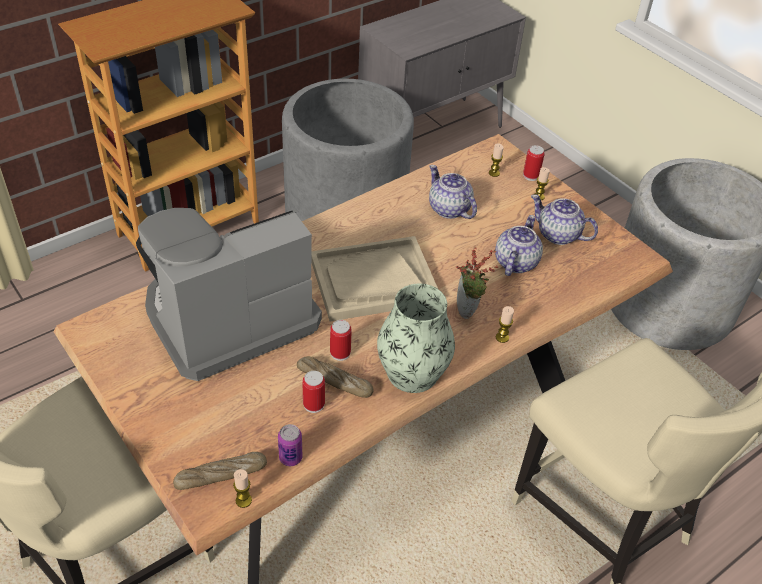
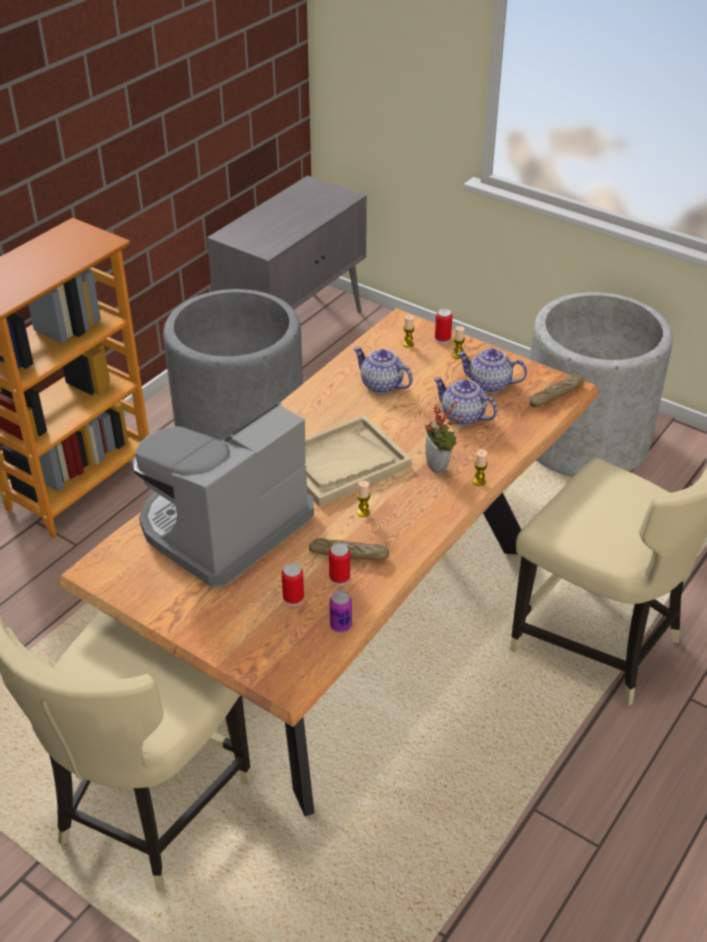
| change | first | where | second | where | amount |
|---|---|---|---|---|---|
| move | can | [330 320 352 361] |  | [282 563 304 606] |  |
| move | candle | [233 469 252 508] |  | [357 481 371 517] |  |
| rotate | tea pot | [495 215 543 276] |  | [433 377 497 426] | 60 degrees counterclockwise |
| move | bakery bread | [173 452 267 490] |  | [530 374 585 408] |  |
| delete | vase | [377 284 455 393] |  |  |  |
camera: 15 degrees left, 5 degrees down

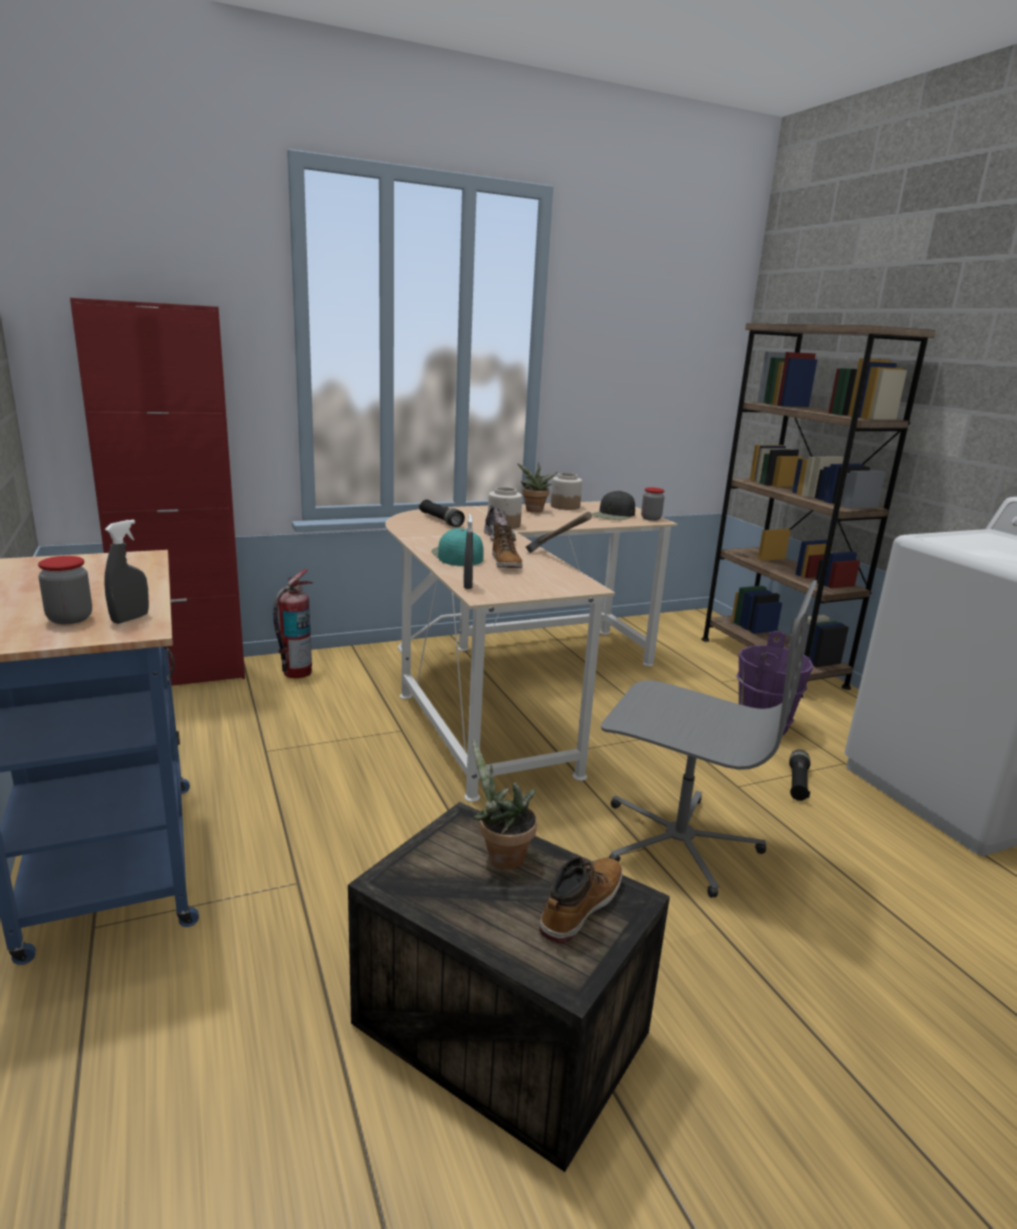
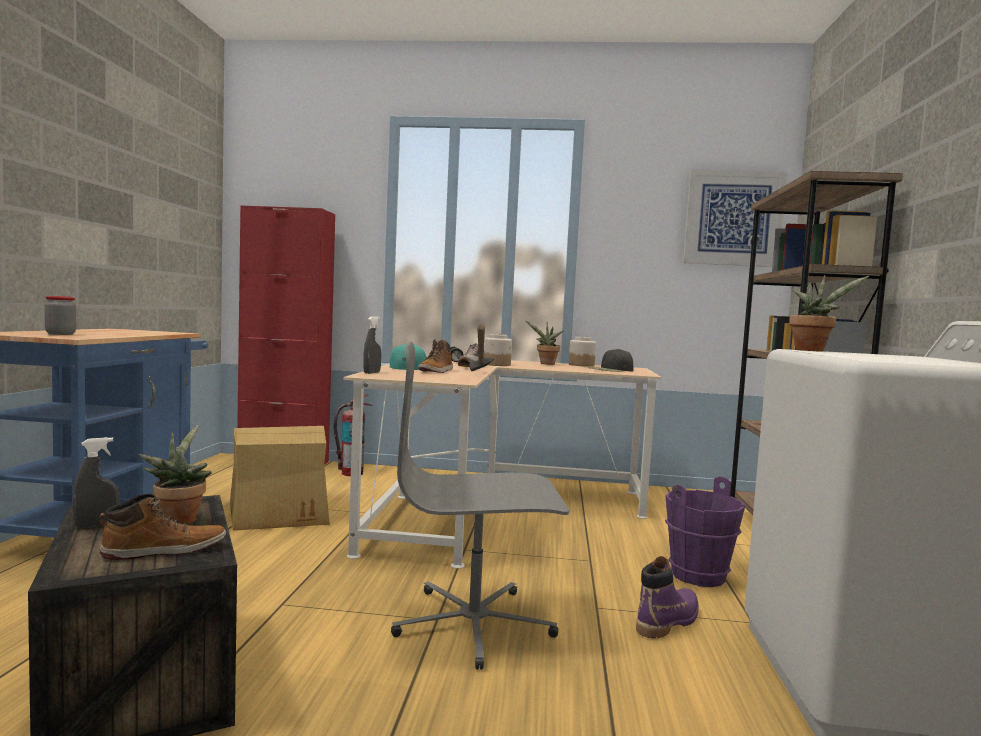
| change | first | where | second | where | amount |
|---|---|---|---|---|---|
| move | greyish sprayer | [104 520 149 624] |  | [72 437 120 529] |  |
| insert |  |  | cardboard box | [230 426 330 531] |  |
| rotate | greyish desk chair | [601 580 817 898] |  | [391 341 569 670] | 120 degrees clockwise |
| replace | blackish flashlight | [789 749 810 801] | purple-coloured high-top boot | [636 556 699 638] |  |
| insert |  |  | wall art | [683 169 787 267] |  |
| insert |  |  | houseplant | [789 275 869 352] |  |
| delete | jar | [641 487 664 521] |  |  |  |
camera: 30 degrees right, 15 degrees down

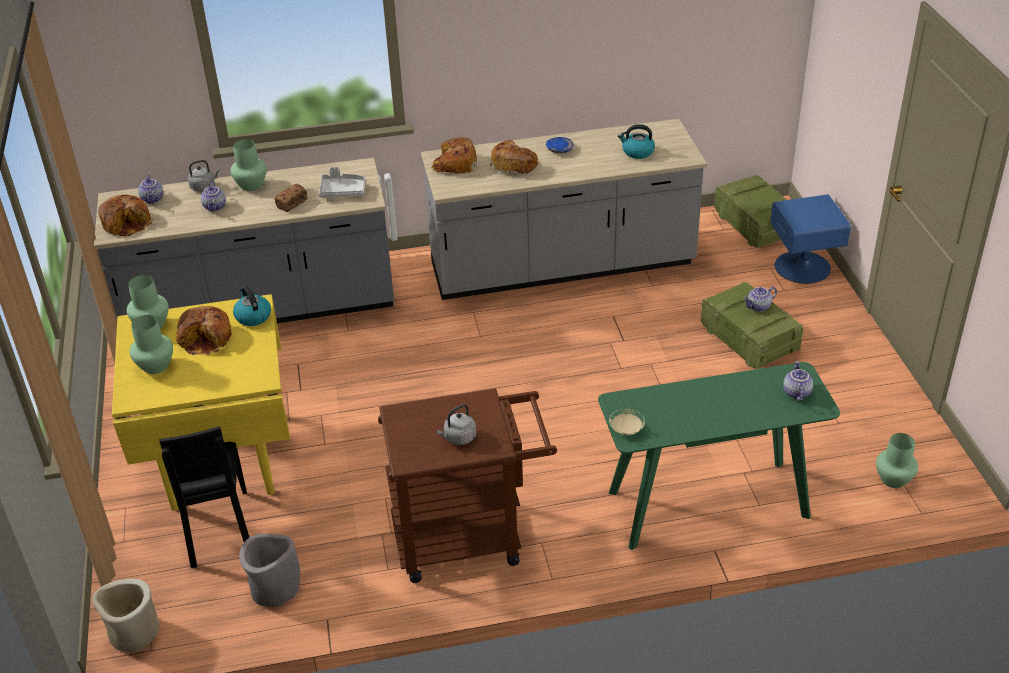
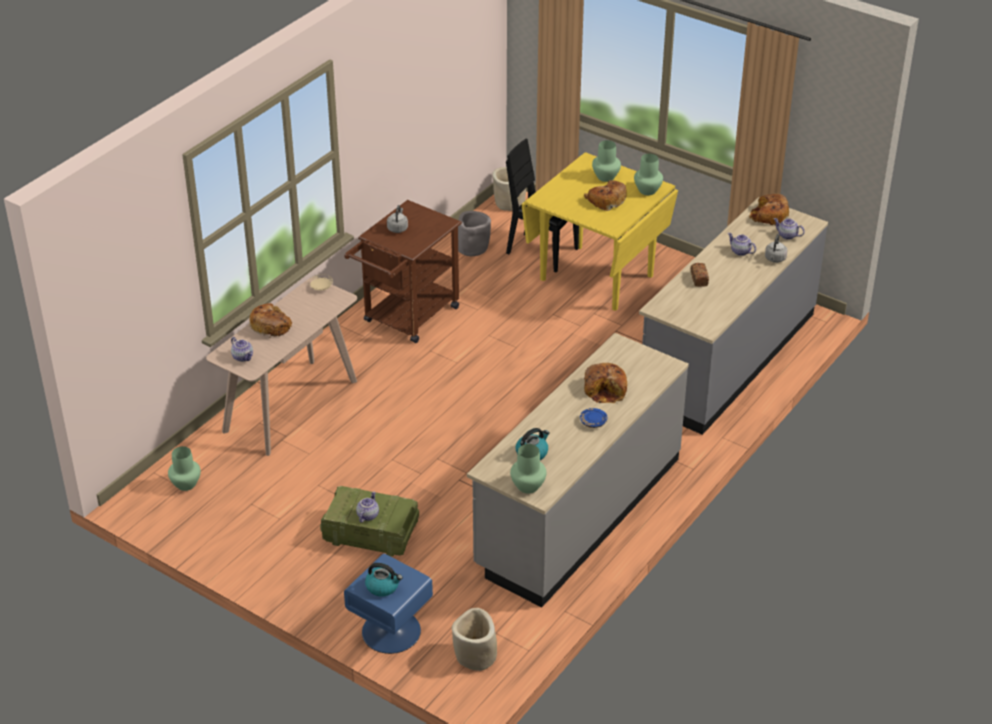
| change | first | where | second | where | amount |
|---|---|---|---|---|---|
| recolor | green console table | [598 362 840 550] | sand-coloured console table | [206 277 357 456] |  |
| move | bakery bread | [431 137 477 174] |  | [249 303 292 337] |  |
| move | tea kettle | [233 286 271 326] |  | [365 563 403 597] |  |
| replace | crate | [714 175 787 248] | sand-coloured planter | [452 608 497 671] |  |
| move | green vase | [230 139 267 191] |  | [510 444 547 494] |  |
| delete | greyish carrying tray | [319 167 366 198] |  |  |  |
camera: 135 degrees right, 0 degrees up

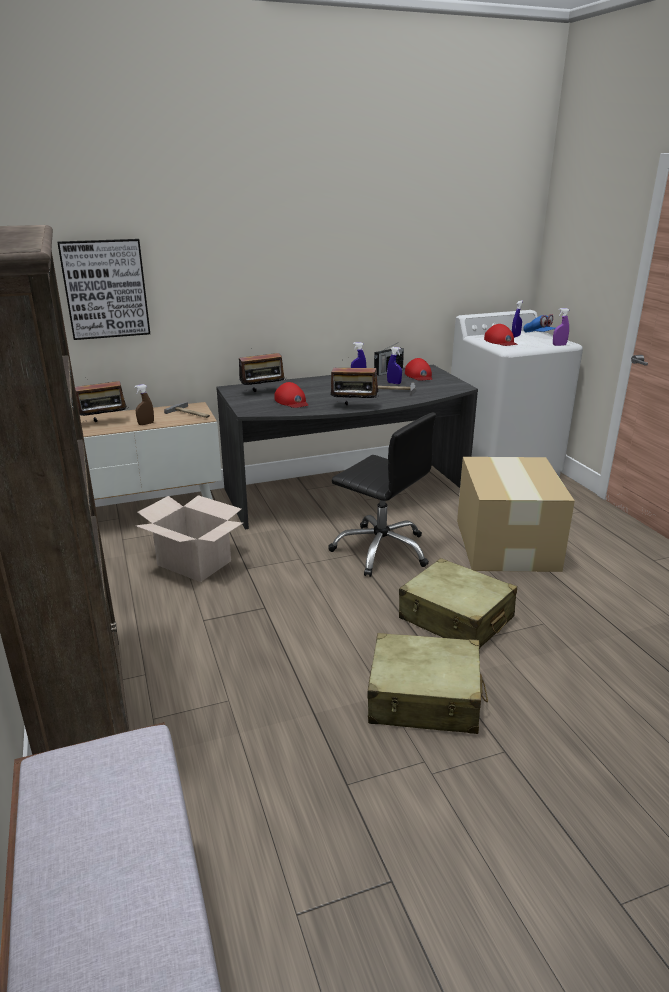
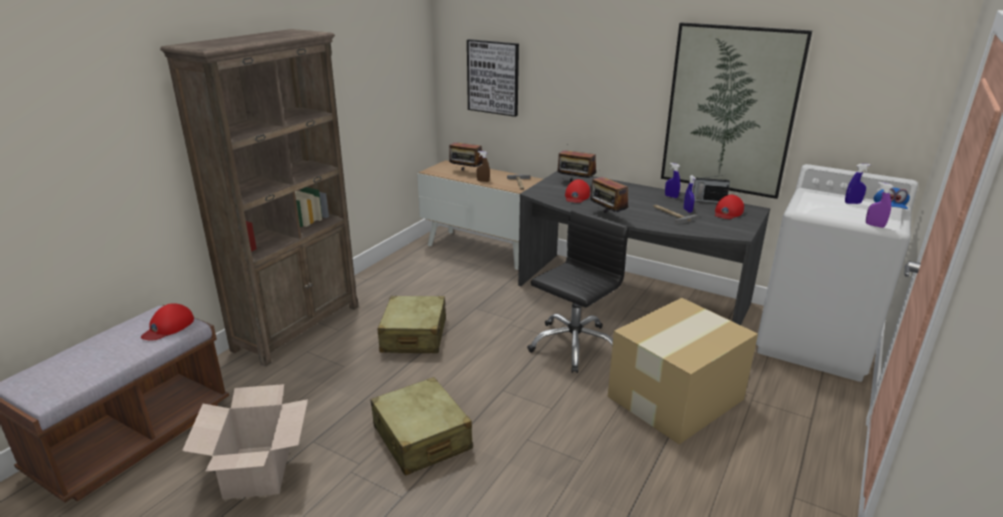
| change | first | where | second | where | amount |
|---|---|---|---|---|---|
| move | red-coloured cap | [484 324 518 346] |  | [141 303 194 341] |  |
| move | cardboard box | [135 495 243 582] |  | [182 384 308 499] |  |
| move | sand-coloured piece of luggage | [399 558 517 647] |  | [377 296 446 353] |  |
| rotate | blackish desk chair | [328 412 436 577] |  | [527 210 629 373] | 135 degrees counterclockwise |
| insert |  |  | wall art | [661 22 812 199] |  |
camera: 50 degrees right, 0 degrees up

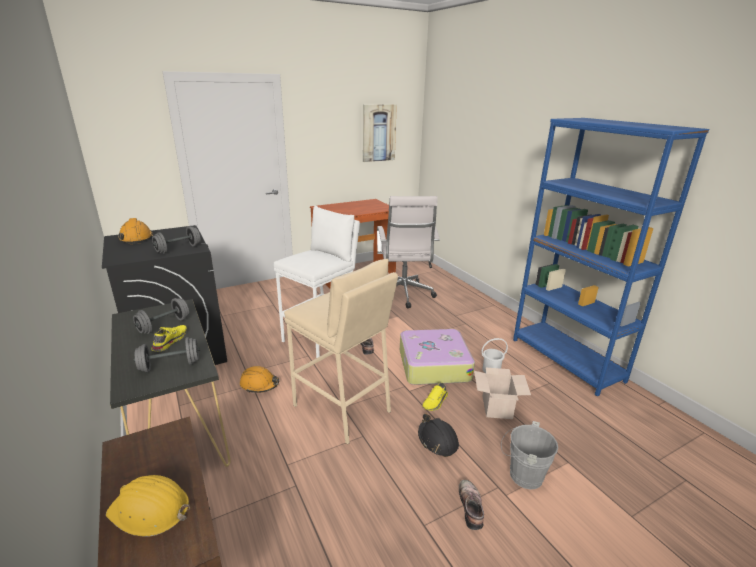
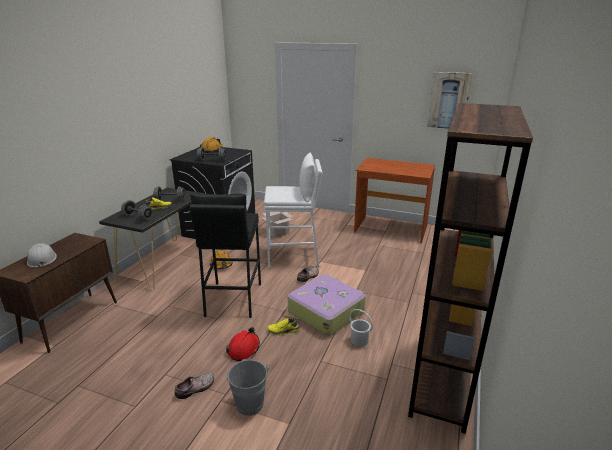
| change | first | where | second | where | amount |
|---|---|---|---|---|---|
| recolor | yellowish safety helmet | [106 475 190 537] | white safety helmet | [27 243 57 268] |  |
| recolor | sand-coloured stool | [284 259 398 445] | blackish stool | [190 193 261 318] |  |
| recolor | blackish safety helmet | [418 414 459 457] | red-coloured safety helmet | [226 327 260 361] |  |
| move | cardboard box | [474 368 531 419] |  | [262 212 293 238] |  |
| recolor | blue-coloured bookcase | [513 118 709 396] | brown bookcase | [408 103 533 434] |  |
| delete | white desk chair | [377 196 440 308] |  |  |  |
camera: 50 degrees right, 0 degrees up

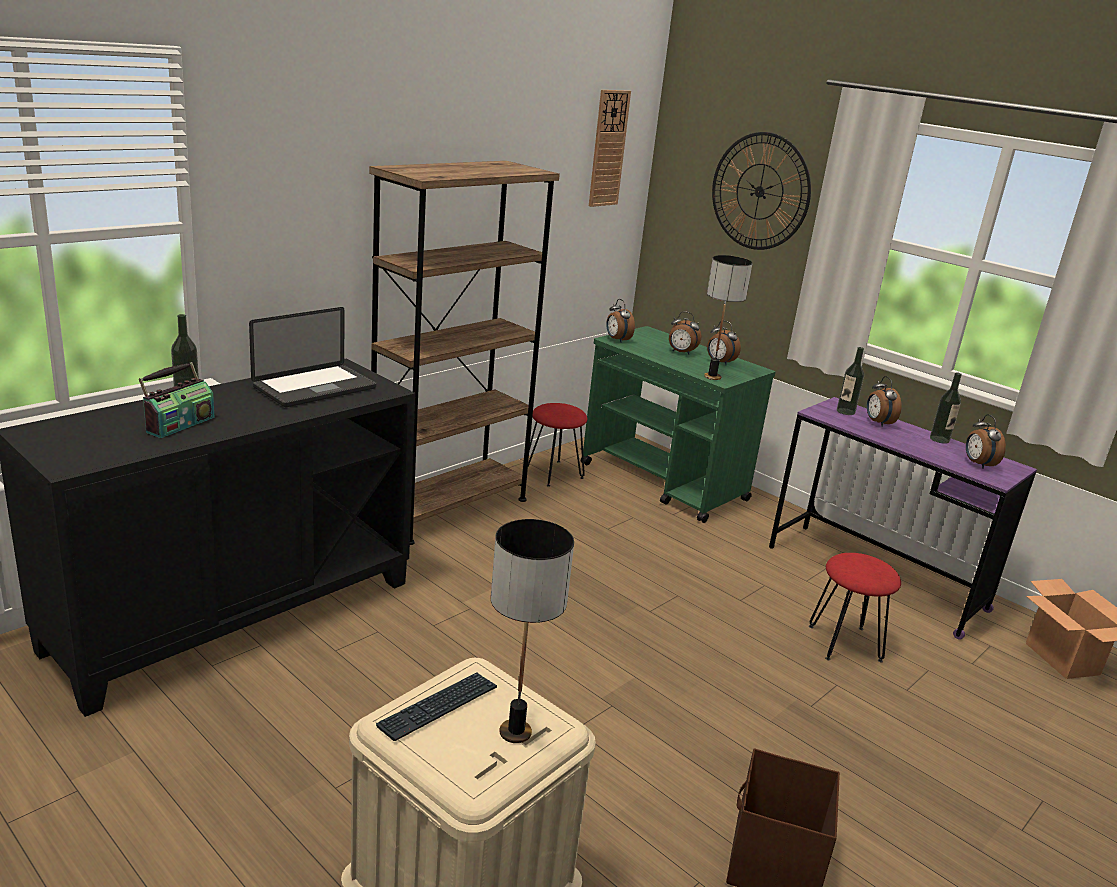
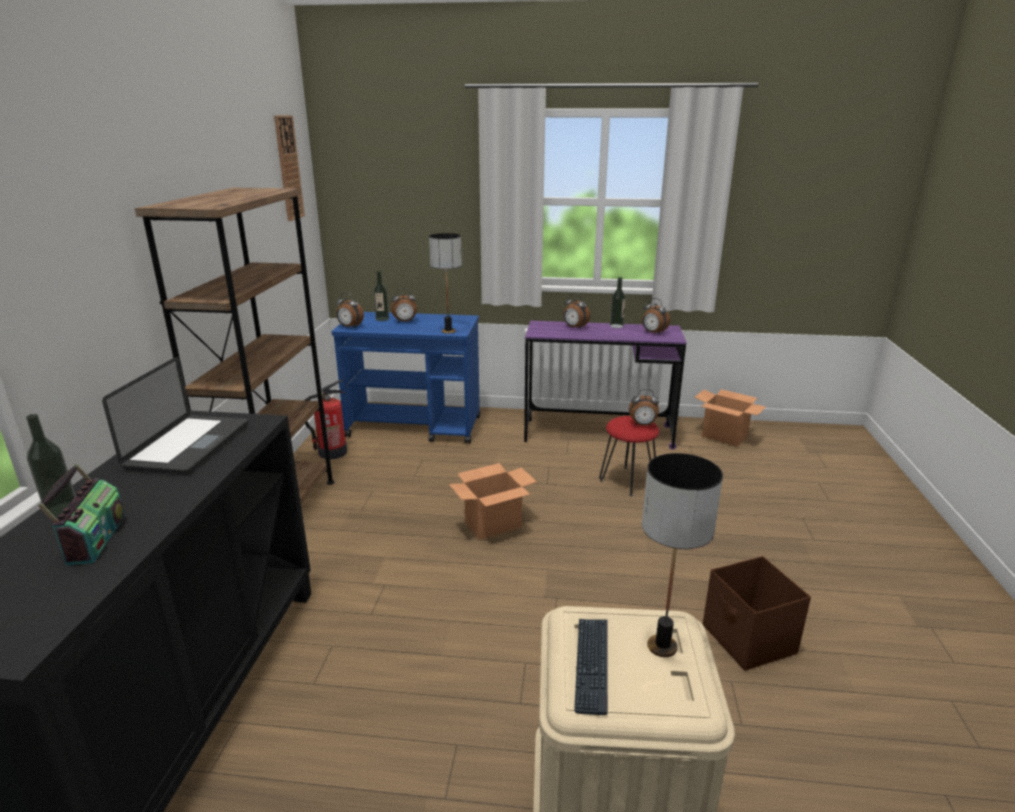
| change | first | where | second | where | amount |
|---|---|---|---|---|---|
| replace | red-coloured stool | [528 403 587 487] | extinguisher | [304 379 347 459] |  |
| recolor | green trolley | [581 326 776 523] | blue-coloured trolley | [332 312 480 444] |  |
| move | bottle | [837 347 864 415] |  | [374 271 389 321] |  |
| insert |  |  | cardboard box | [449 463 537 540] |  |
| move | bedside clock | [707 320 741 365] |  | [629 389 659 426] |  |
| delete | clock on the wall | [712 132 811 250] |  |  |  |
camera: 35 degrees left, 0 degrees up

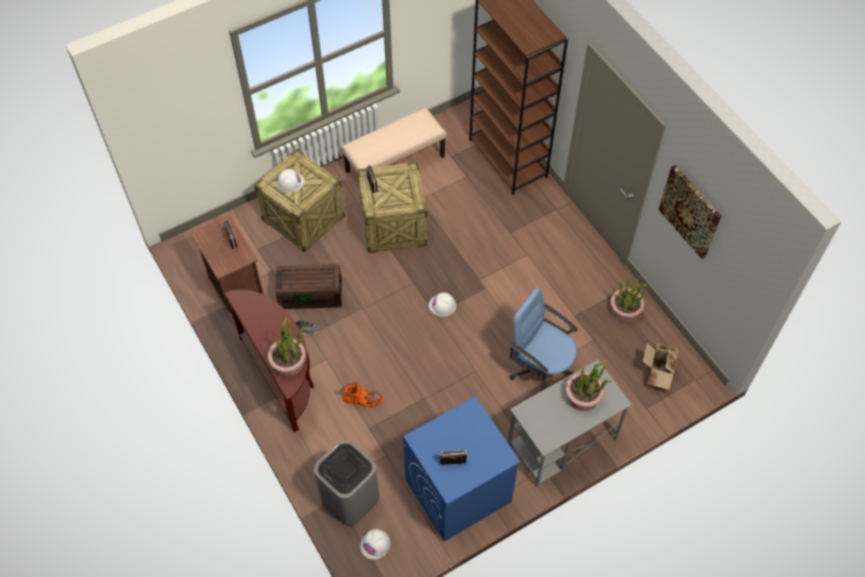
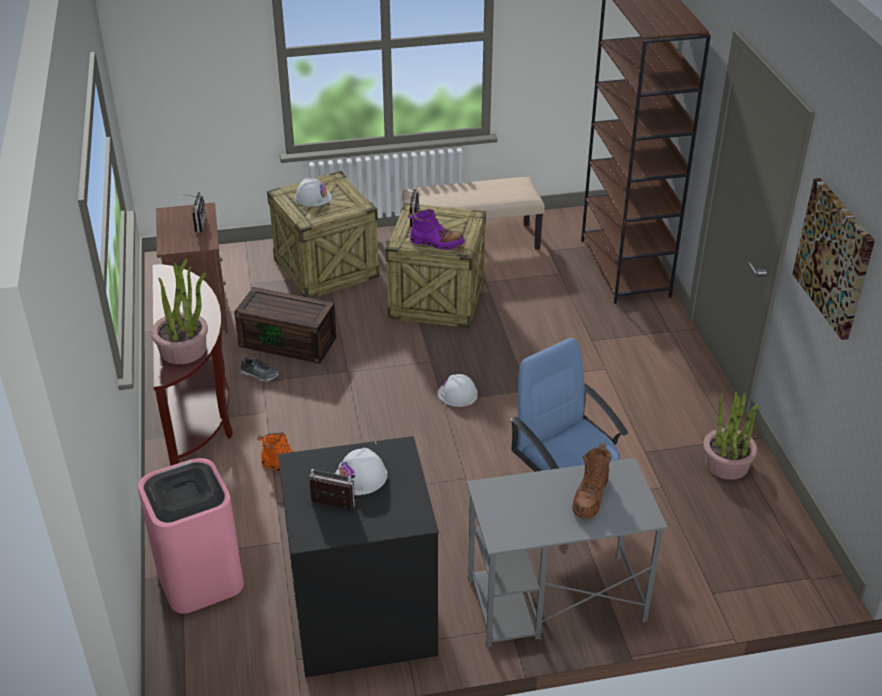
| change | first | where | second | where | amount |
|---|---|---|---|---|---|
| recolor | greyish trash can | [314 440 379 526] | pink-coloured trash can | [138 458 244 614] |  |
| recolor | blue-coloured washing machine | [403 396 521 542] | blackish washing machine | [278 436 439 677] |  |
| move | white safety helmet | [360 529 390 560] |  | [335 448 387 495] |  |
| insert |  |  | purple-coloured high-top boot | [408 209 465 249] |  |
| replace | houseplant | [566 361 612 411] | brown high-top boot | [572 443 611 519] |  |
| delete | cardboard box | [643 343 678 390] |  |  |  |
camera: 20 degrees right, 20 degrees down

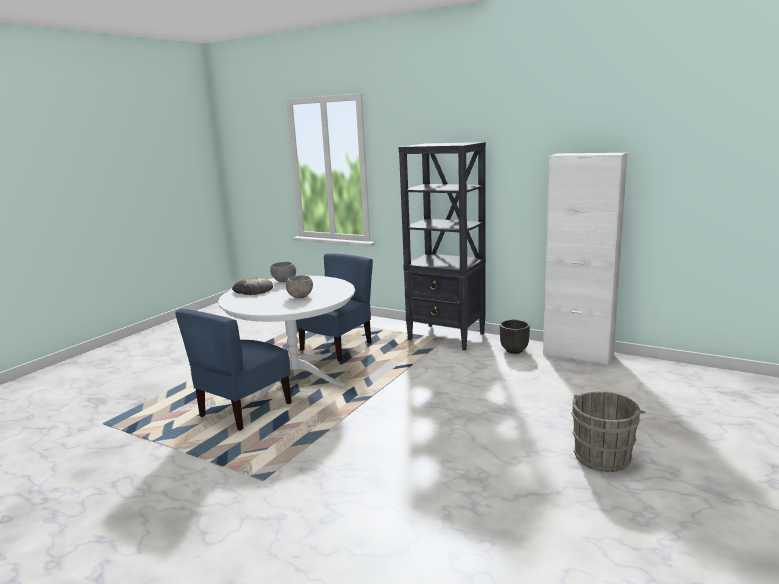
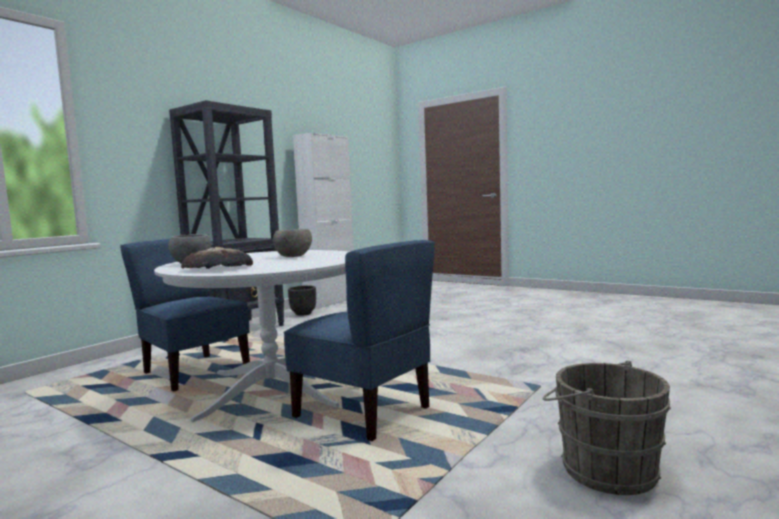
| change | first | where | second | where | amount |
|---|---|---|---|---|---|
| move | greyish bucket | [571 391 646 472] |  | [543 360 671 495] |  |
camera: 85 degrees left, 10 degrees down

